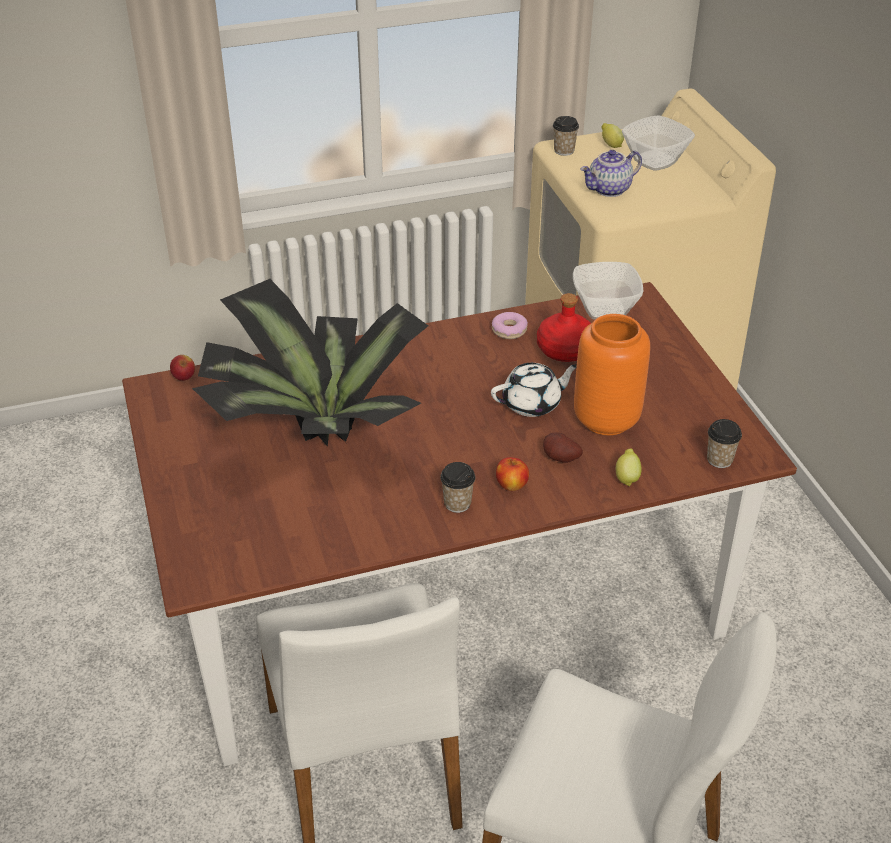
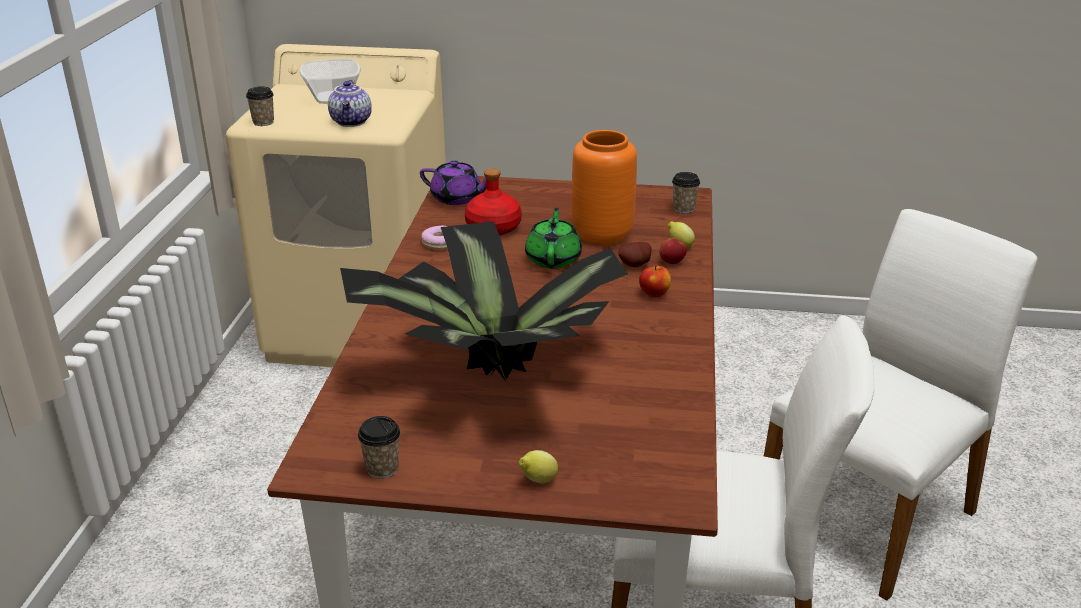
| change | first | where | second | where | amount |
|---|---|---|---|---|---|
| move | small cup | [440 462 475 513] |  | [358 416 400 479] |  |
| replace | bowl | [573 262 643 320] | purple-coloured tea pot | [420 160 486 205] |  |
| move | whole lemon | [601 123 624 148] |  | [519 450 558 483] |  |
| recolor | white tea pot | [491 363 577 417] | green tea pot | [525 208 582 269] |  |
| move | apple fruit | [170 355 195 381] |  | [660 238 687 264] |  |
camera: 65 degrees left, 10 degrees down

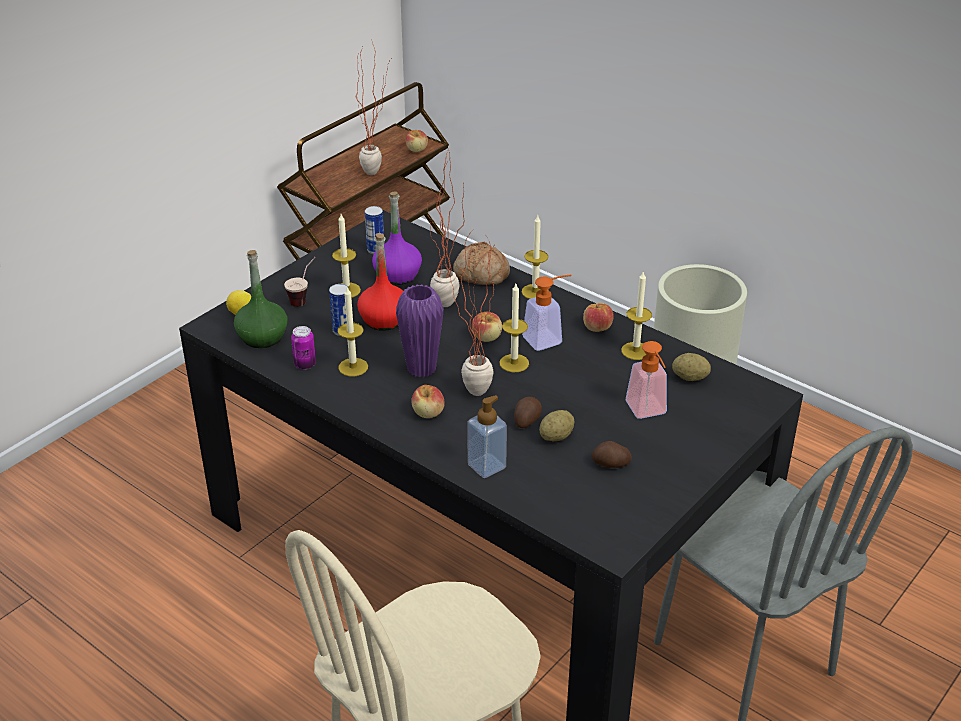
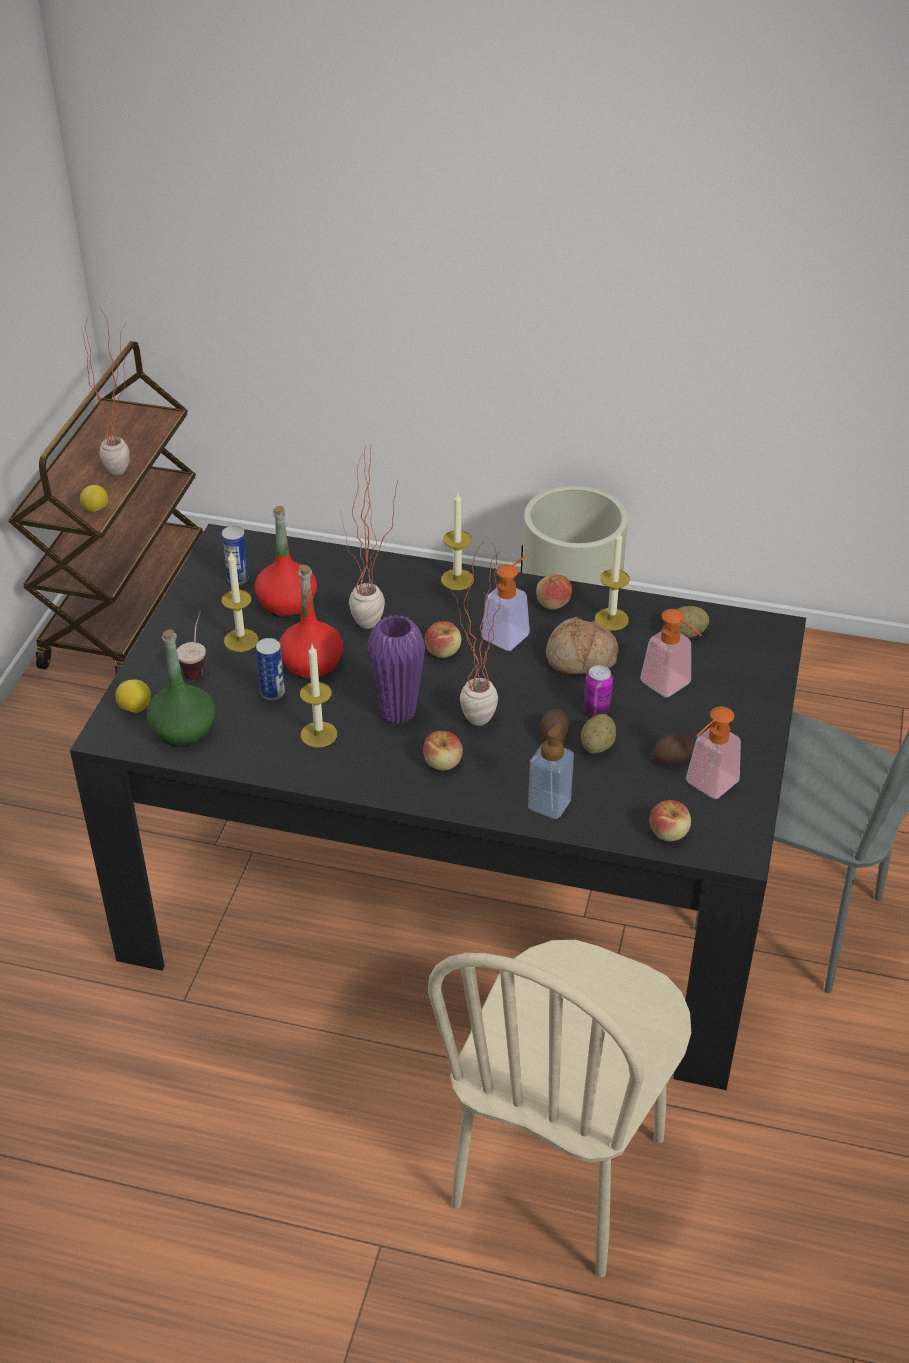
| change | first | where | second | where | amount |
|---|---|---|---|---|---|
| insert |  |  | whole lemon | [80 485 108 512] |  |
| recolor | purple-coloured bottle | [372 192 422 285] | red-coloured bottle | [255 506 317 618] |  |
| move | bakery bread | [453 241 510 285] |  | [546 617 619 675] |  |
| move | can | [291 326 316 370] |  | [584 665 613 717] |  |
| move | apple fruit | [406 130 428 152] |  | [649 800 691 841] |  |
| insert |  |  | soap bottle | [686 706 741 799] |  |
| delete | candle | [500 284 529 372] |  |  |  |
camera: 25 degrees left, 5 degrees up

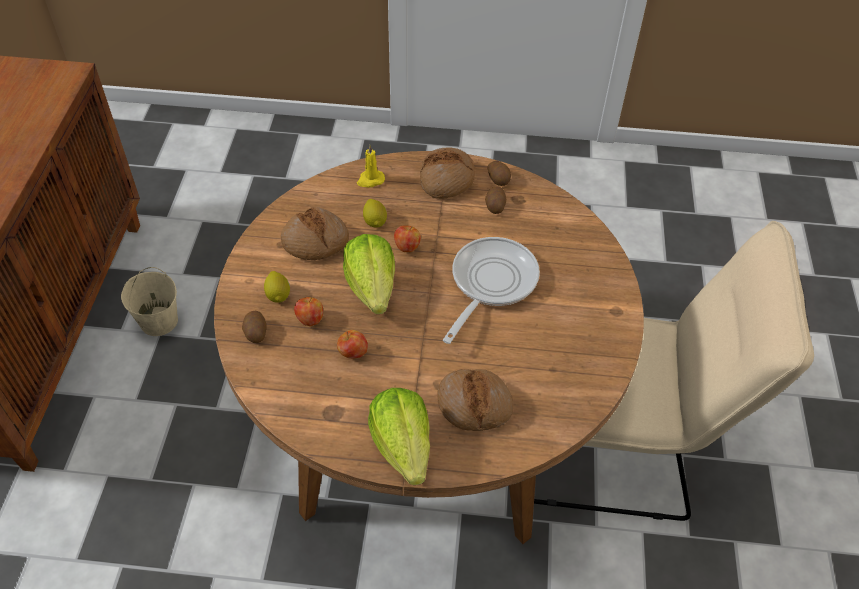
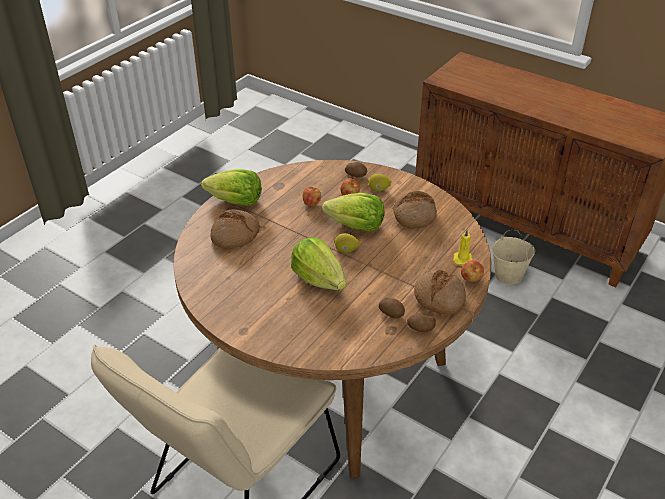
| change | first | where | second | where | amount |
|---|---|---|---|---|---|
| replace | frying pan | [443 237 540 344] | lettuce head | [291 237 346 290] |  |
| move | whole lemon | [363 199 387 228] |  | [334 233 360 253] |  |
| move | apple fruit | [394 226 421 252] |  | [461 260 484 282] |  |
camera: 120 degrees right, 10 degrees down

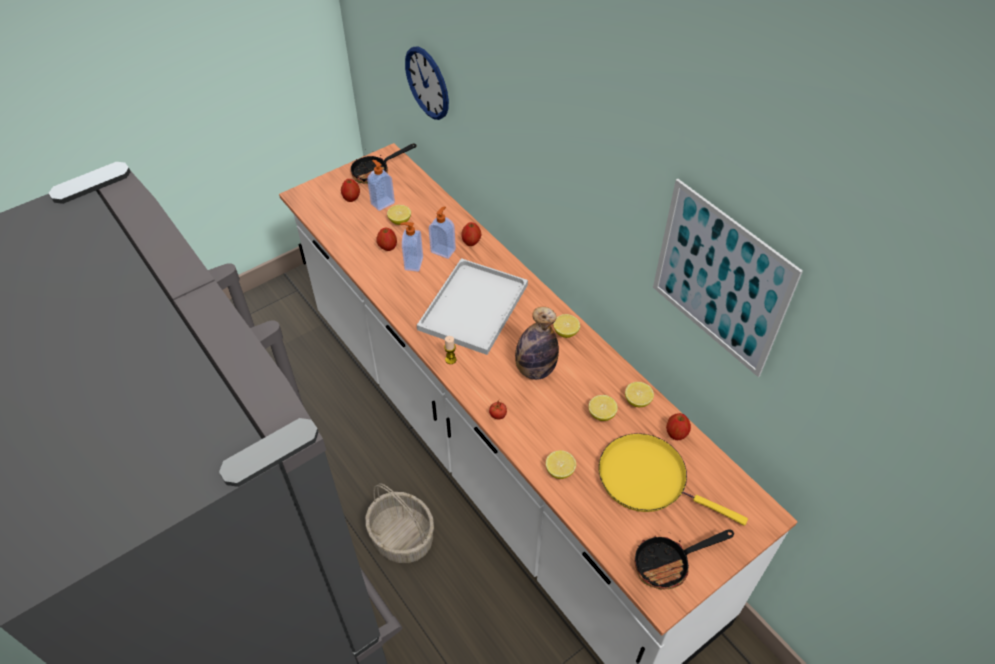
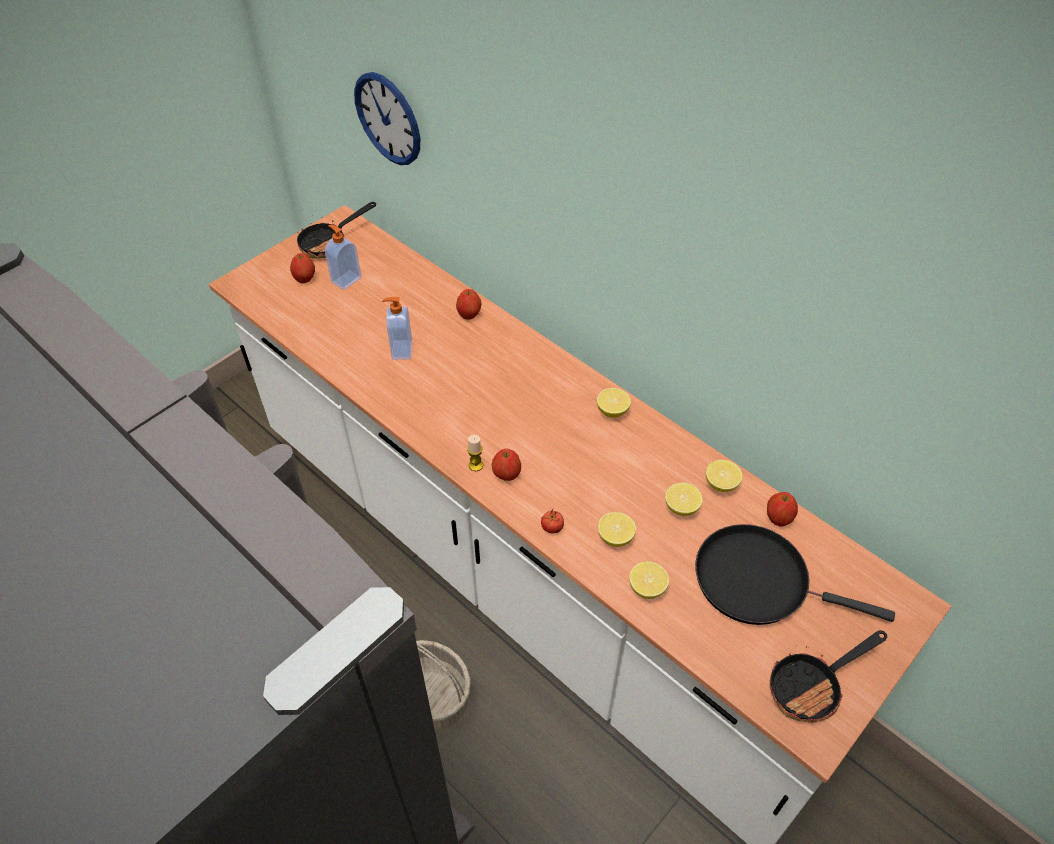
| change | first | where | second | where | amount |
|---|---|---|---|---|---|
| move | apple fruit | [376 228 397 251] |  | [492 449 521 481] |  |
| move | whole lemon | [387 205 411 225] |  | [598 512 636 547] |  |
| recolor | yellowish frying pan | [599 433 748 526] | blackish frying pan | [695 524 895 625] |  |
| delete | white carrying tray | [417 258 528 355] |  |  |  |
| delete | soap bottle | [429 206 456 259] |  |  |  |
| delete | bottle | [515 307 559 380] |  |  |  |
| delete | wall art | [653 179 803 377] |  |  |  |
camera: 10 degrees left, 0 degrees up

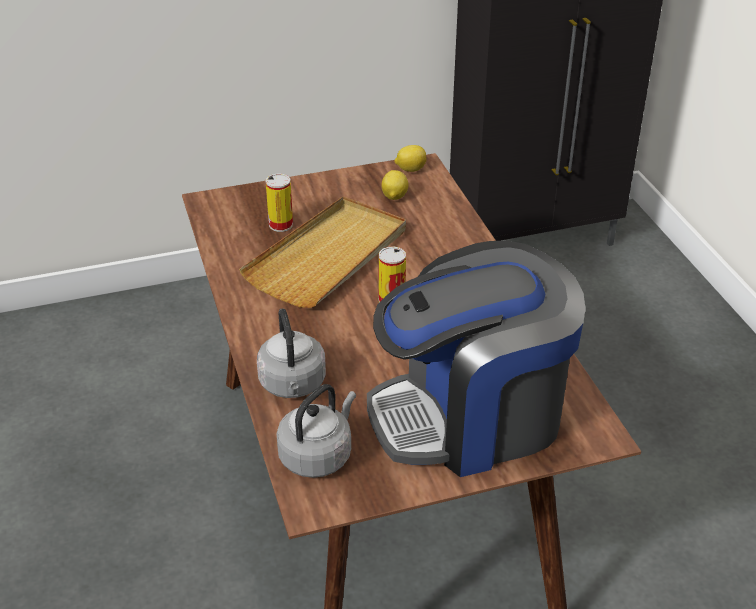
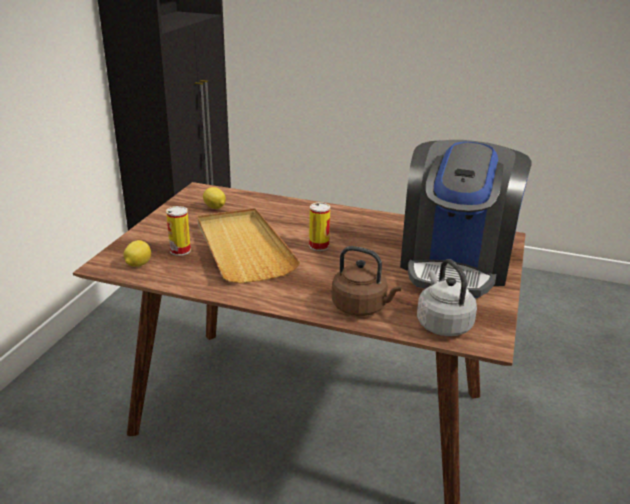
| change | first | where | second | where | amount |
|---|---|---|---|---|---|
| move | whole lemon | [395 145 427 172] |  | [123 240 151 267] |  |
| recolor | greyish tea kettle | [257 308 326 398] | brown tea kettle | [332 246 402 316] |  |
camera: 55 degrees left, 10 degrees down

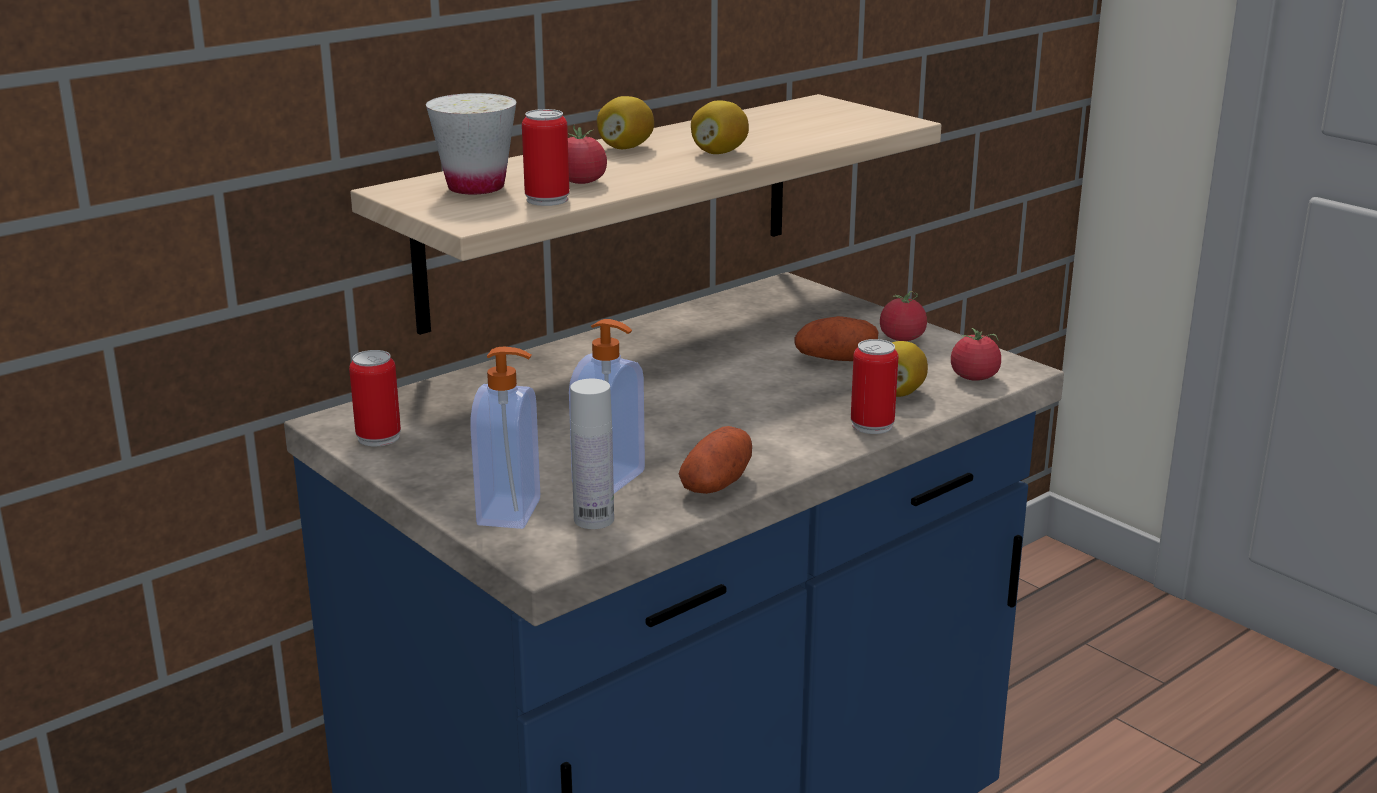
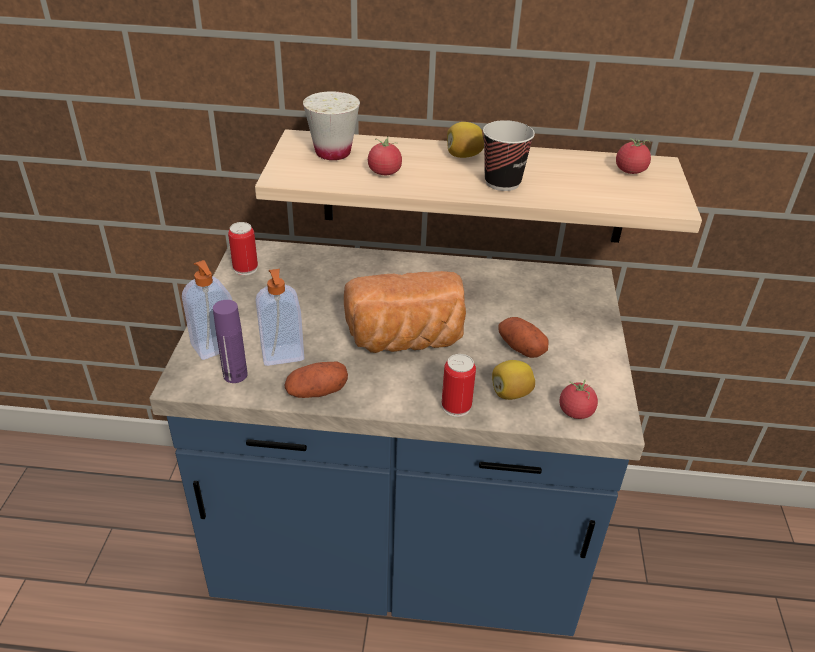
| change | first | where | second | where | amount |
|---|---|---|---|---|---|
| recolor | white bottle | [570 379 614 529] | purple-coloured bottle | [213 300 248 383] |  |
| insert |  |  | bakery bread | [344 271 466 353] |  |
| replace | whole lemon | [691 100 749 154] | small cup | [483 120 535 191] |  |
| move | whole tomato | [880 291 927 341] |  | [616 138 651 174] |  |
| delete | can | [522 109 569 206] |  |  |  |
camera: 45 degrees right, 15 degrees up

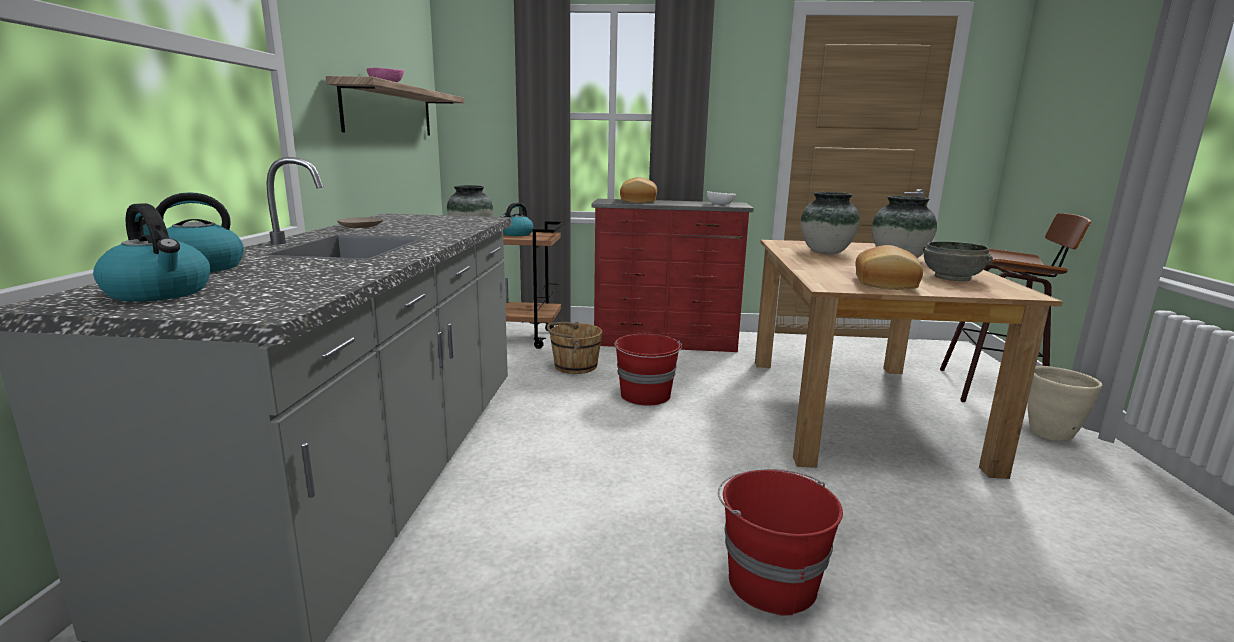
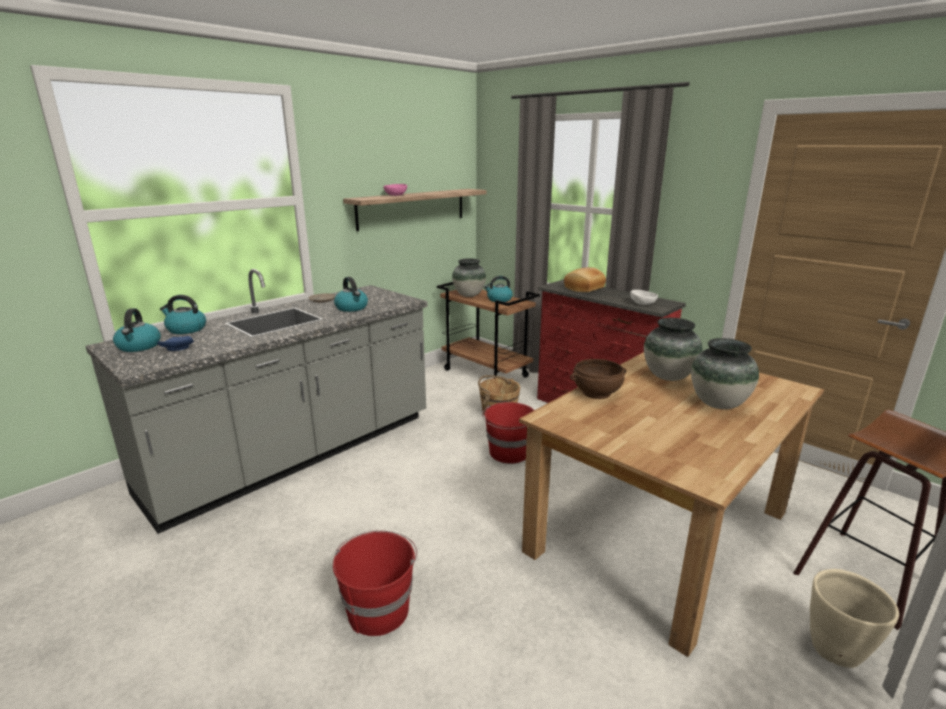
| change | first | where | second | where | amount |
|---|---|---|---|---|---|
| insert |  |  | blue-coloured flat dish | [158 336 194 351] |  |
| insert |  |  | tea kettle | [334 277 368 312] |  |
| insert |  |  | brown bowl | [570 359 626 399] |  |
| delete | bakery bread | [856 245 923 290] |  |  |  |
| delete | greyish bowl | [923 241 993 281] |  |  |  |
camera: 40 degrees right, 5 degrees up

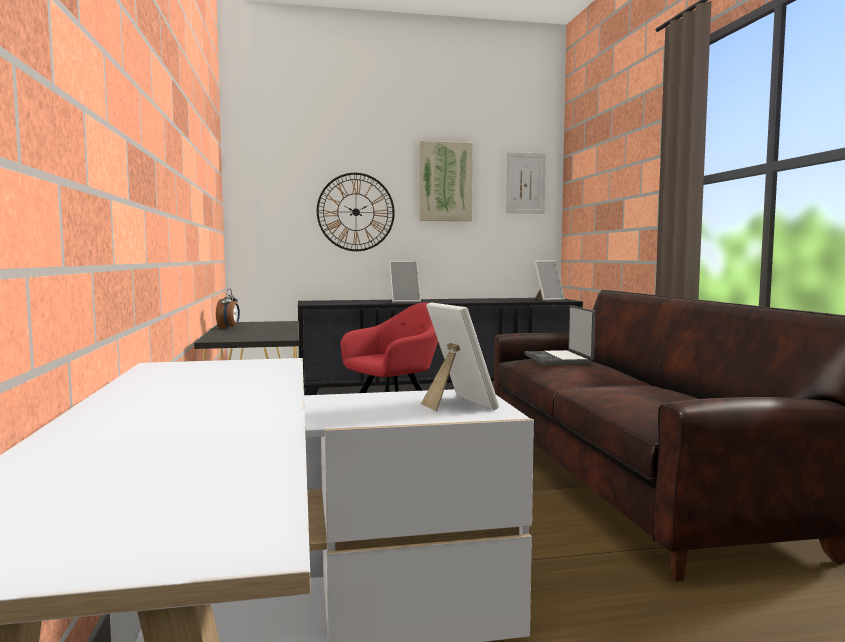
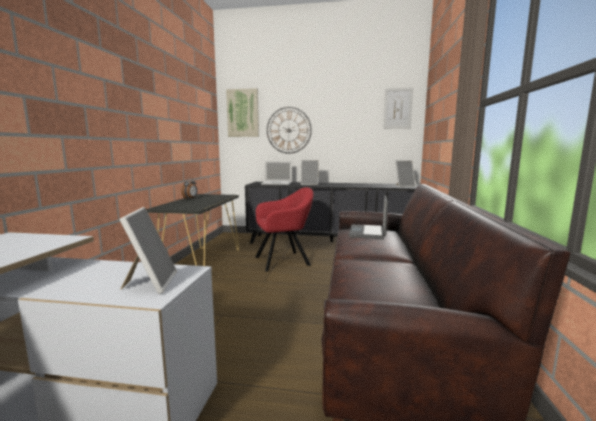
| change | first | where | second | where | amount |
|---|---|---|---|---|---|
| move | wall art | [419 141 473 221] |  | [226 88 259 137] |  |
| insert |  |  | portable computer | [261 161 291 185] |  |
camera: 20 degrees right, 5 degrees up

